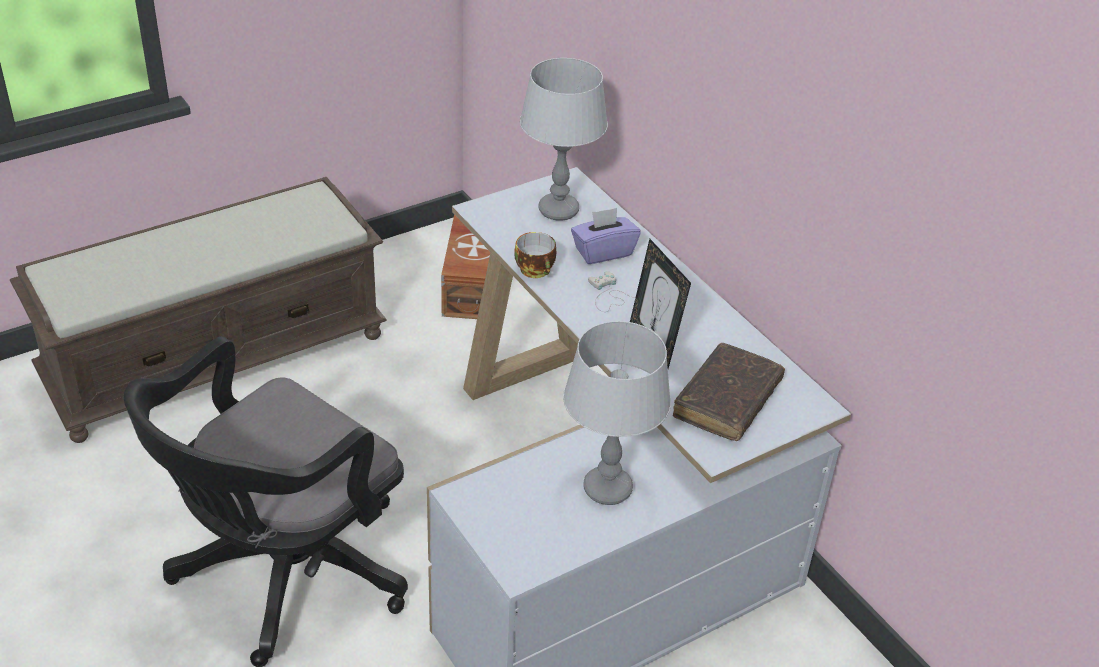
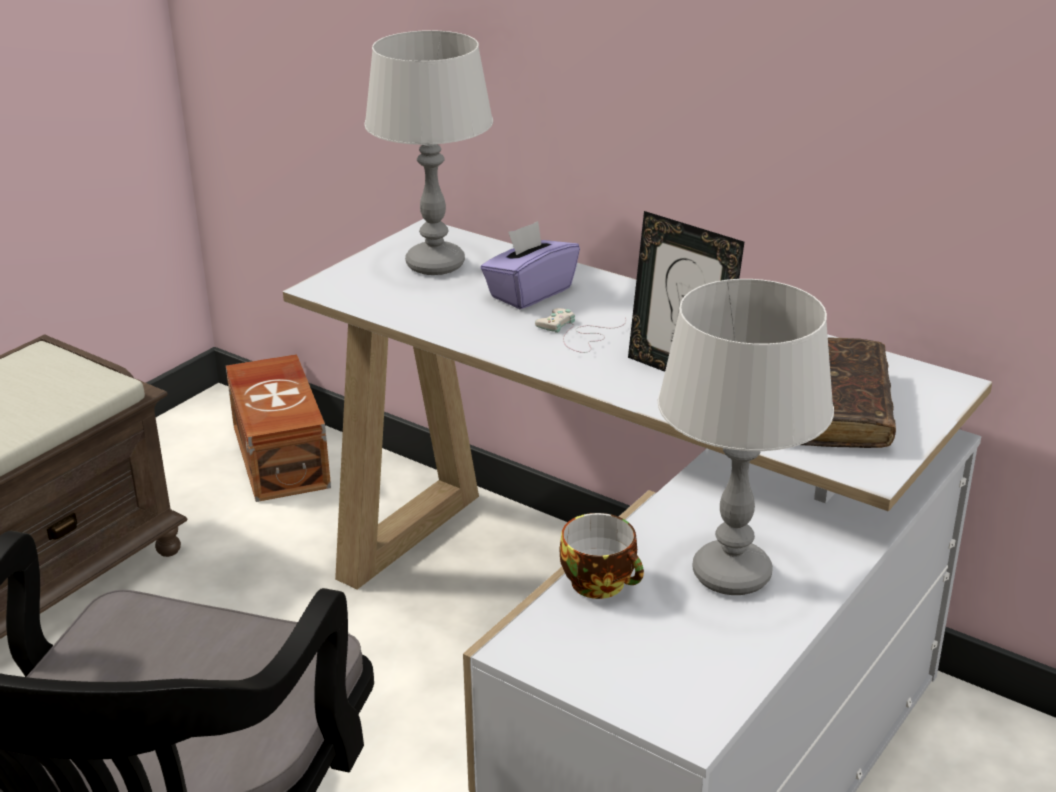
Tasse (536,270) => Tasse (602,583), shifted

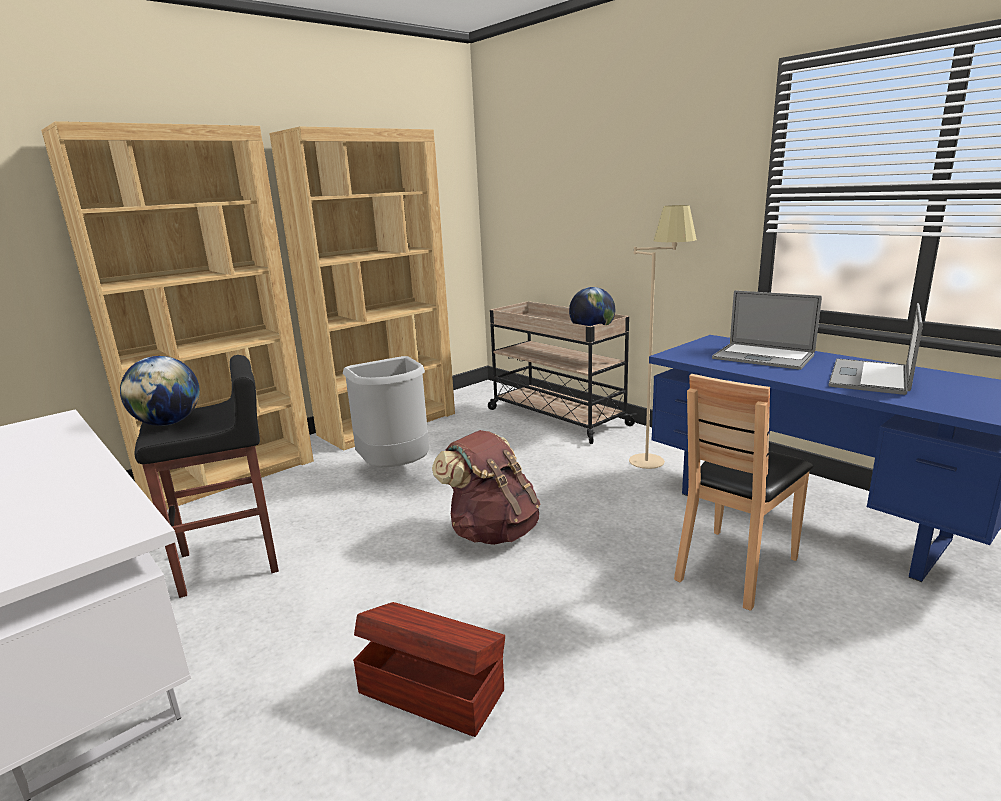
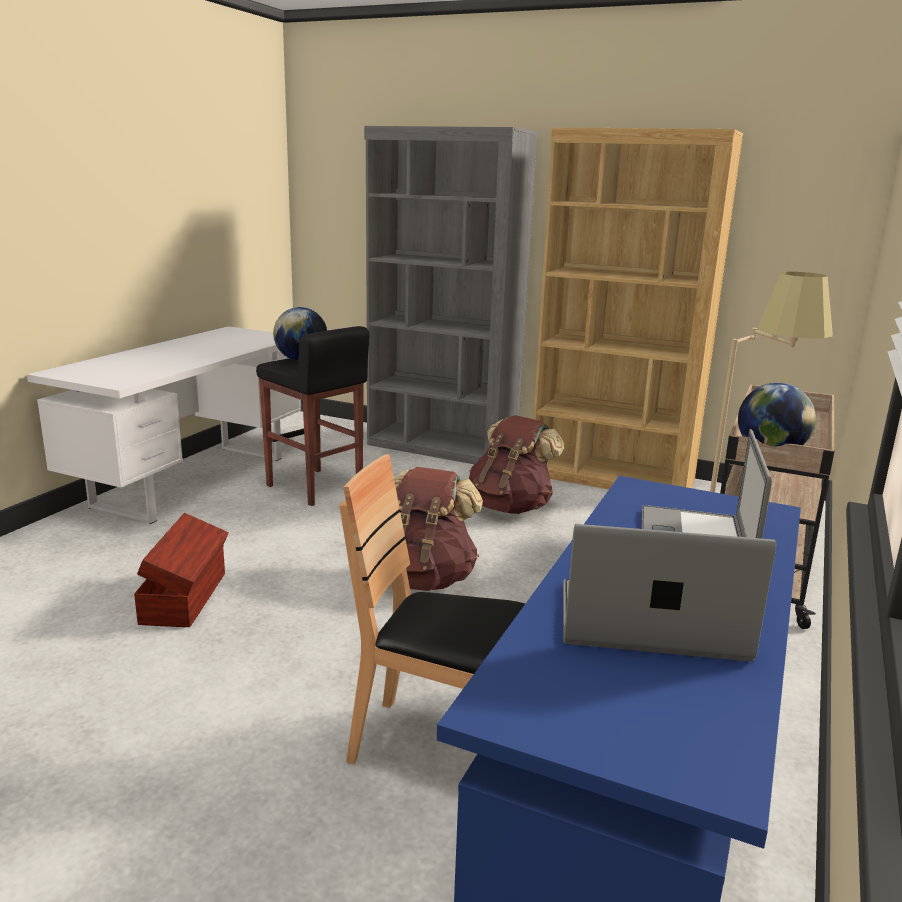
Bücherregal (braun) (229,475) => Bücherregal (grau) (442,448)
Mülleimer (grau) (396,470) => Rucksack (braun) (511,507)

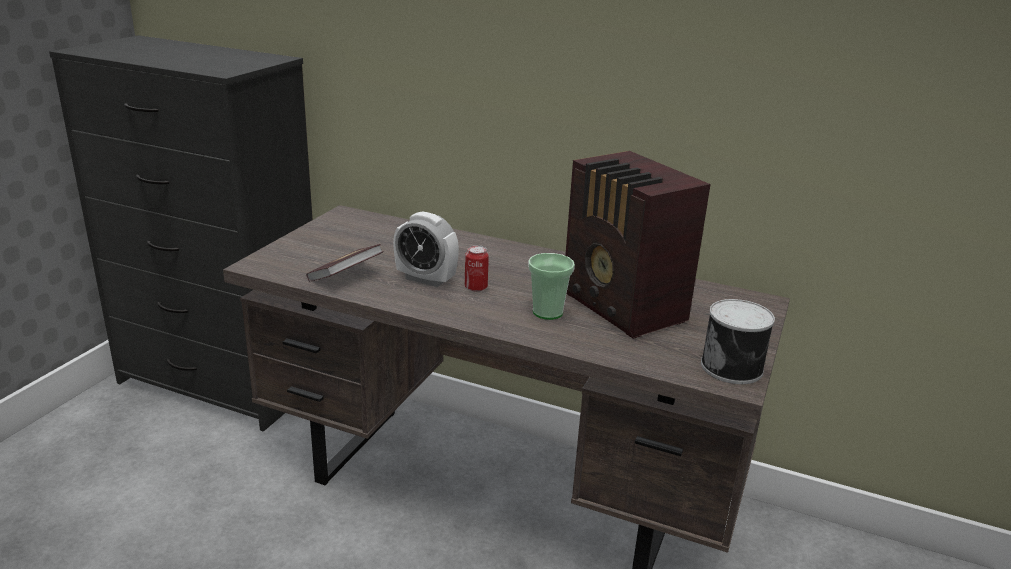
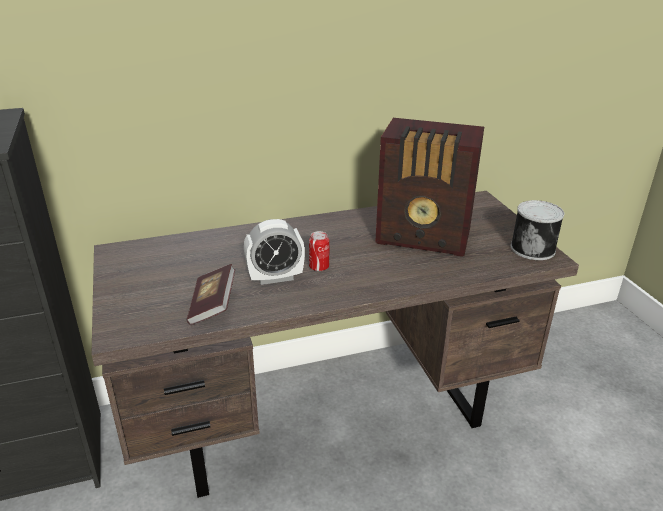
Tasse (547,312) => nothing

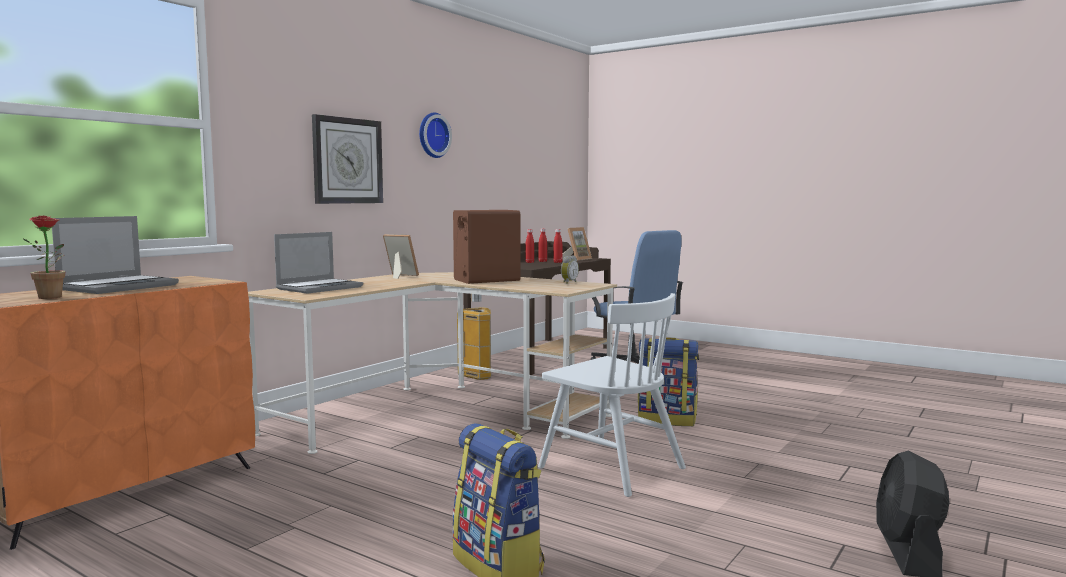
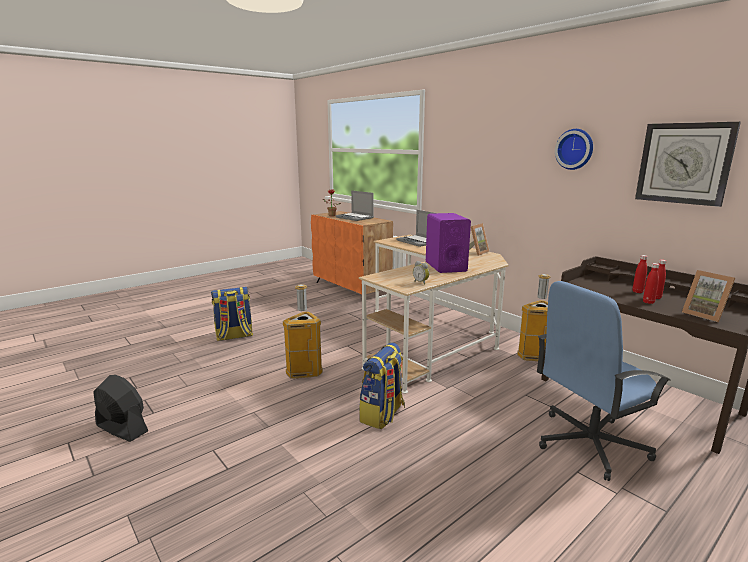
Stuhl (weiß) (611,467) => Mülleimer (304,373)
Lautsprecher (braun) (486,280) => Lautsprecher (lila) (445,266)
Wanduhr (347,161) => Wanduhr (684,163), shifted

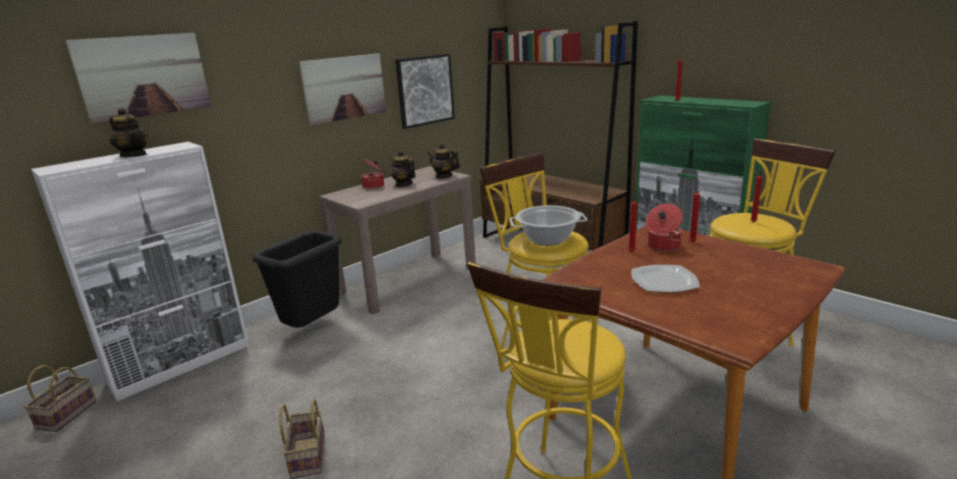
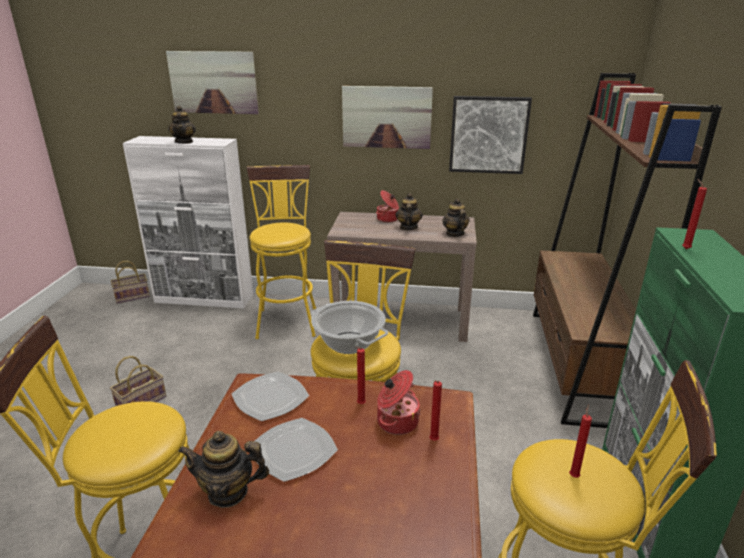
nothing => Teekanne (228,492)
nothing => Teller (270,398)
Mülleimer (schwarz) (313,328) => Hocker (gelb) (287,319)

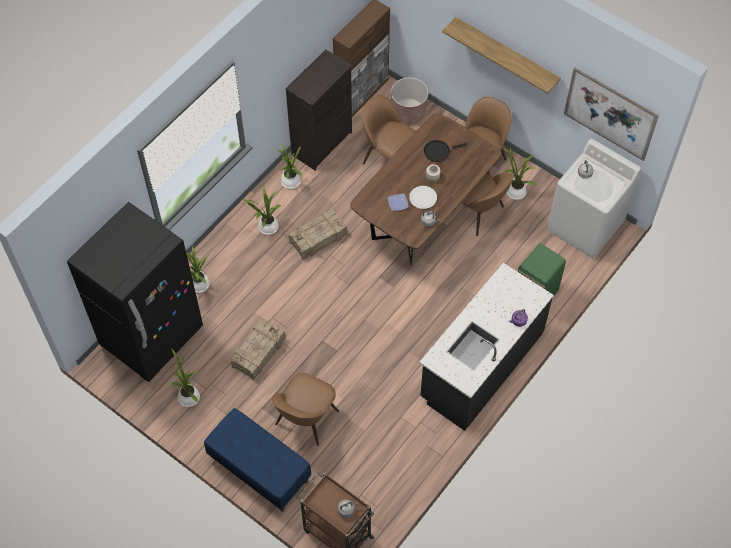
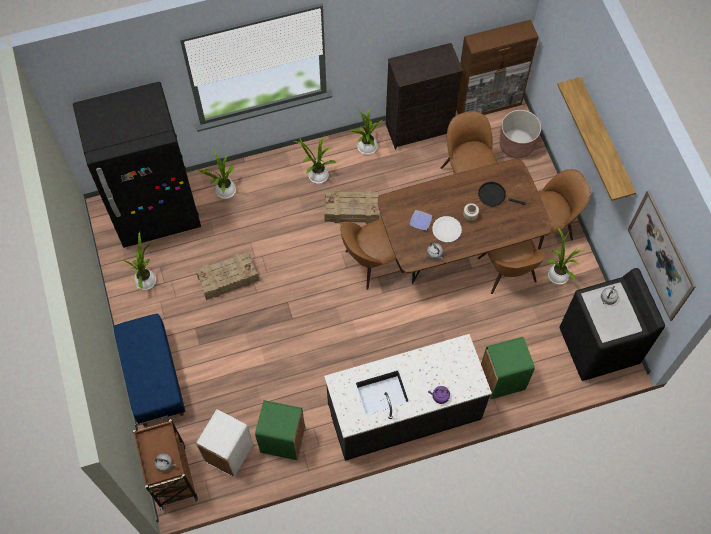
nothing => Mülleimer (weiß) (228,453)
nothing => Mülleimer (grün) (283,441)
Stuhl (braun) (305,420) => Stuhl (braun) (371,263), shifted
Waschmaschine (weiß) (585,226) => Waschmaschine (schwarz) (598,346)

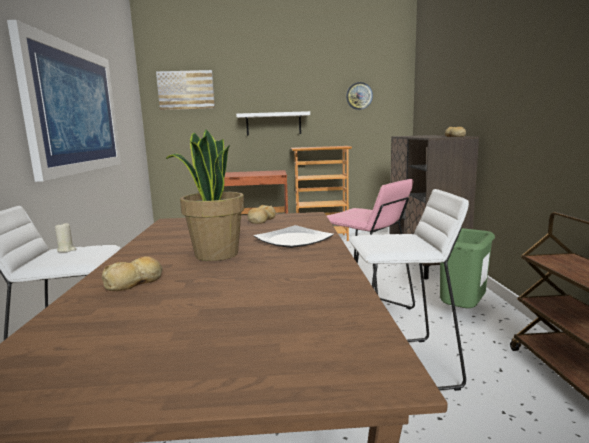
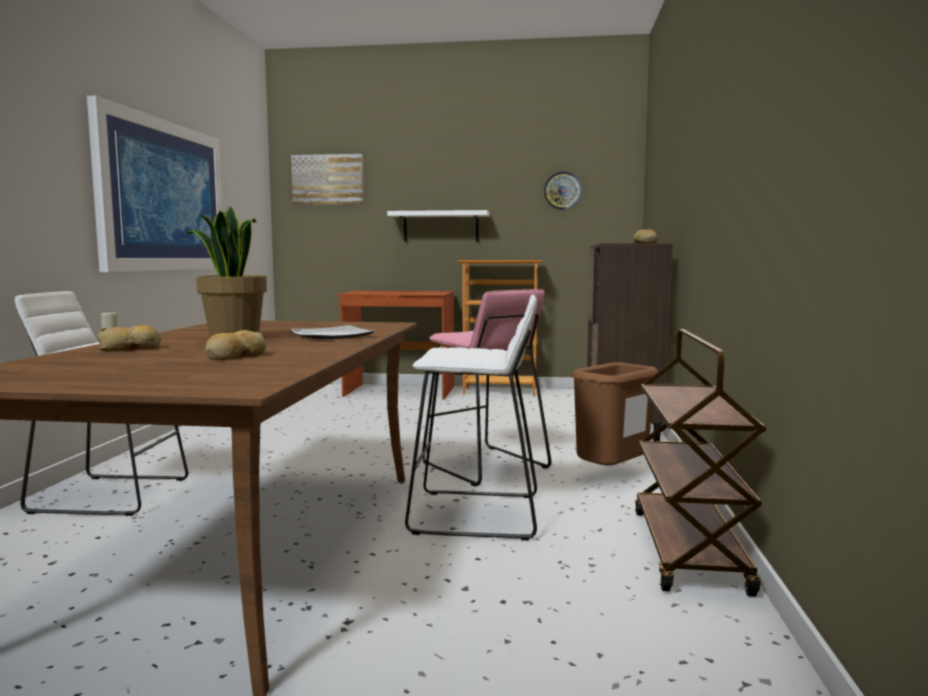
Brot (261,220) => Brot (235,356), shifted
Mülleimer (grün) (462,313) => Mülleimer (braun) (612,477)

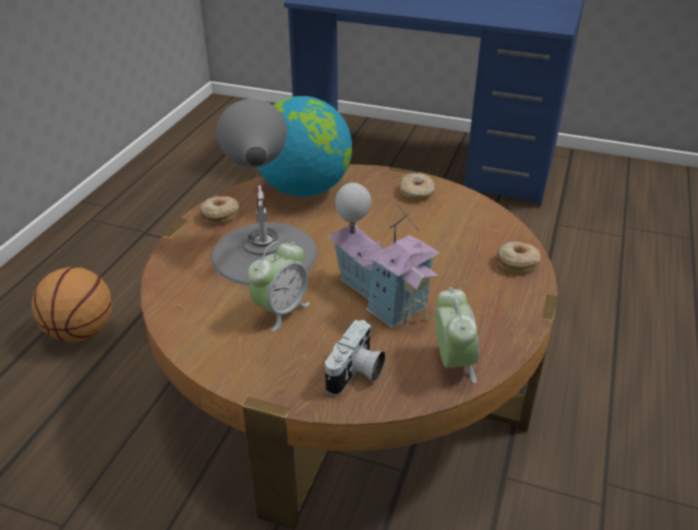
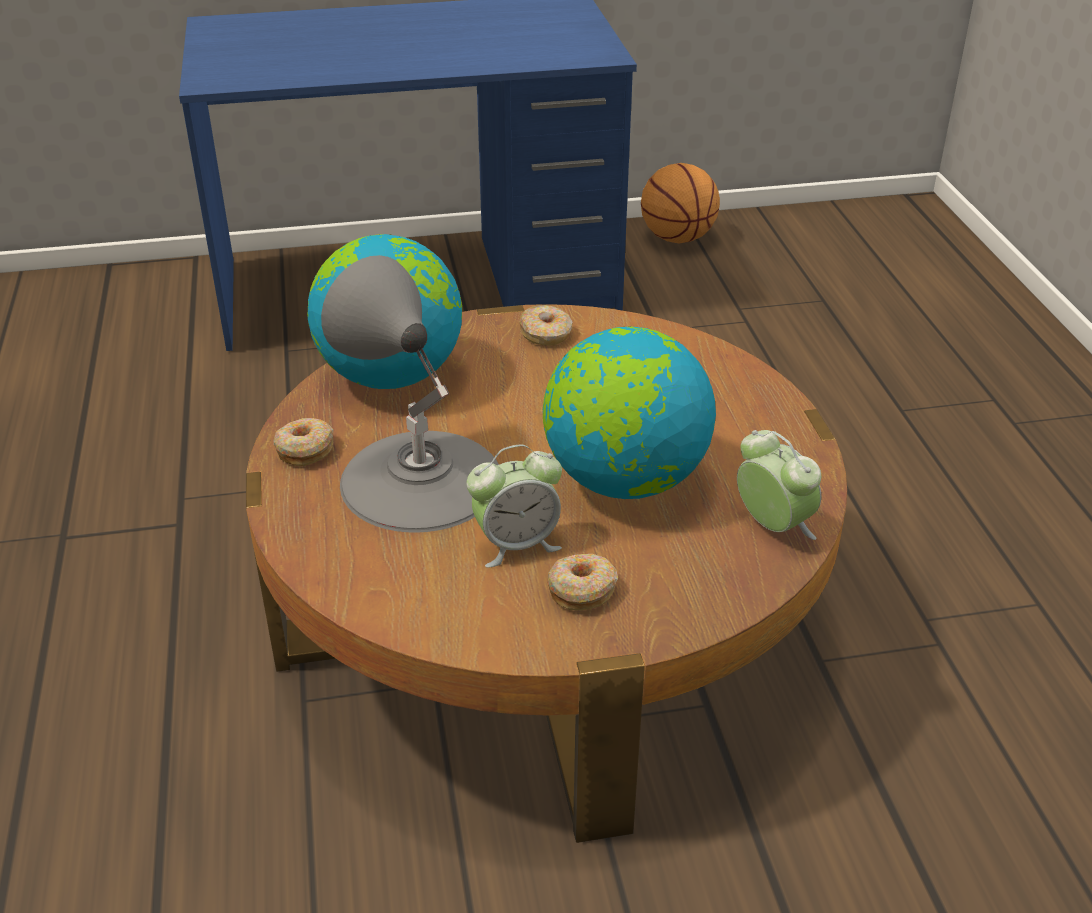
Wecker (281,310) => Wecker (516,544), 60 degrees clockwise
Spielzeughaus (382,296) => Globus (624,480)
Donut (517,262) => Donut (581,590), shifted
Basketball (81,332) => Basketball (678,238), shifted
Kamera (356,374) => nothing

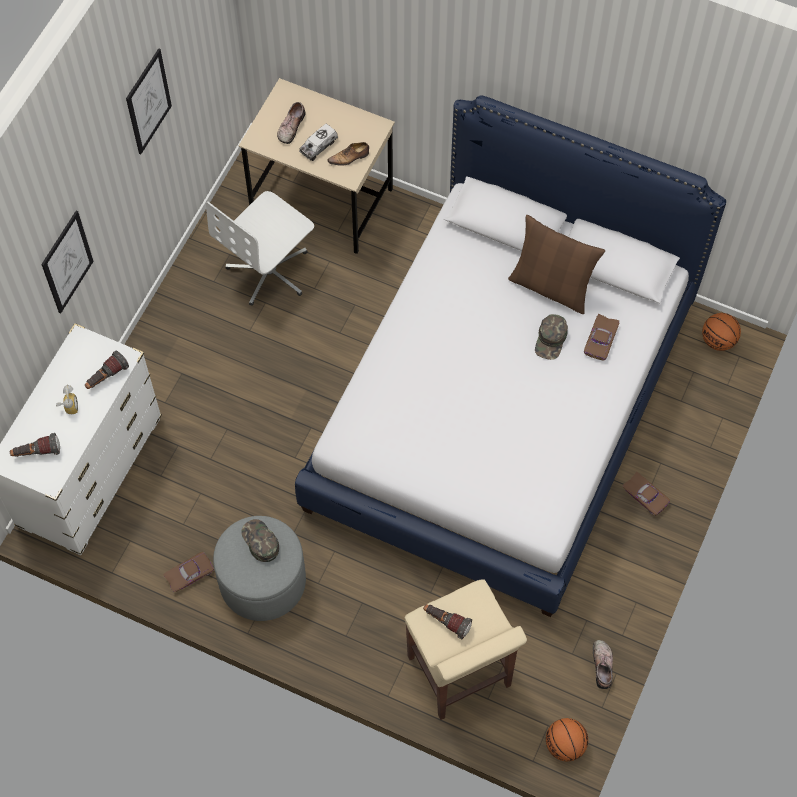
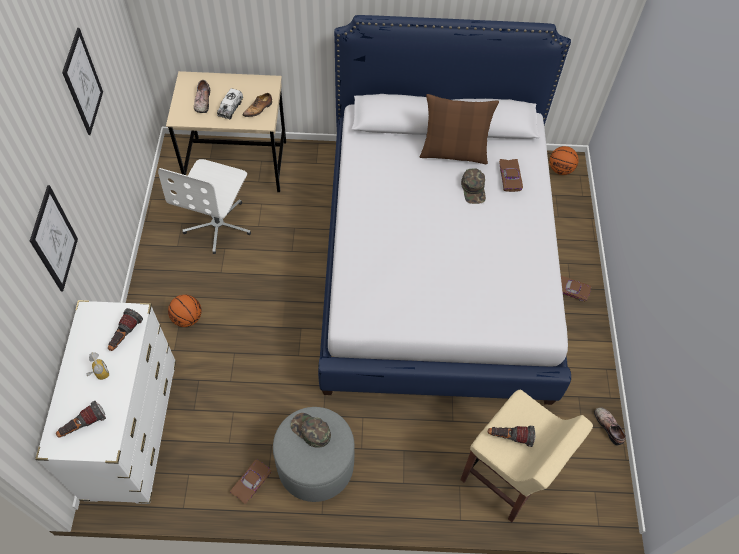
Basketball (565,745) => Basketball (187,318), shifted

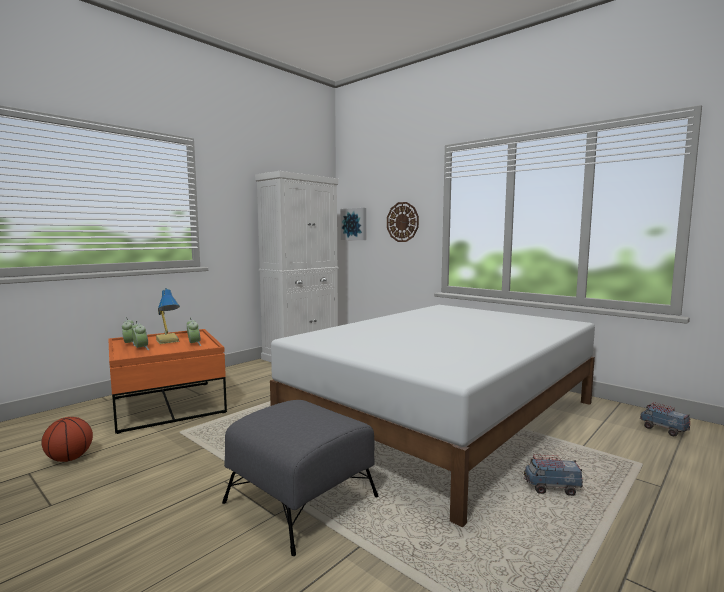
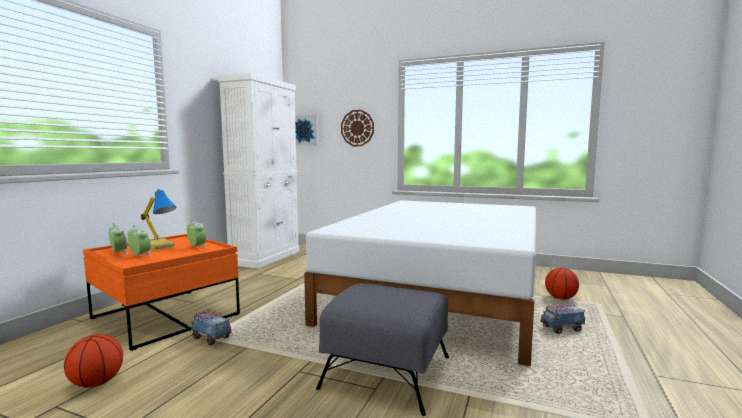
Spielzeuglaster (663,430) => Spielzeuglaster (211,338), shifted
nothing => Basketball (560,298)

